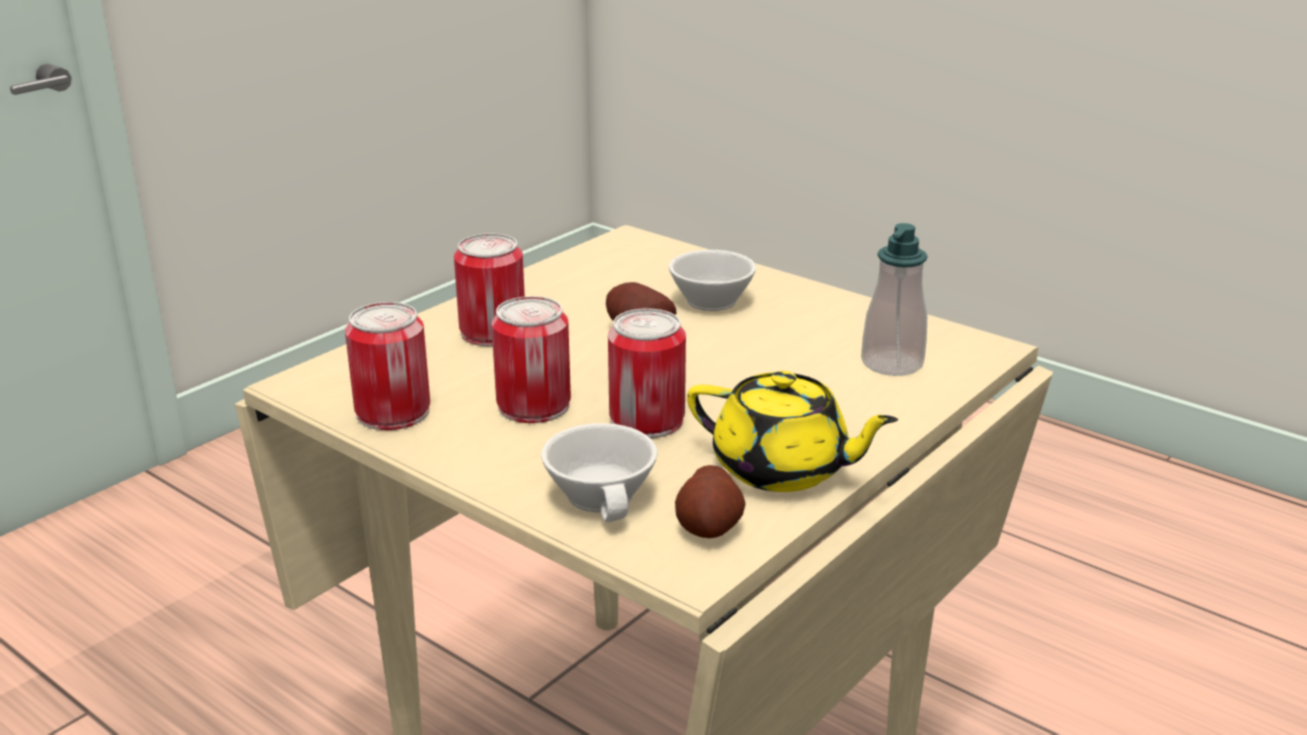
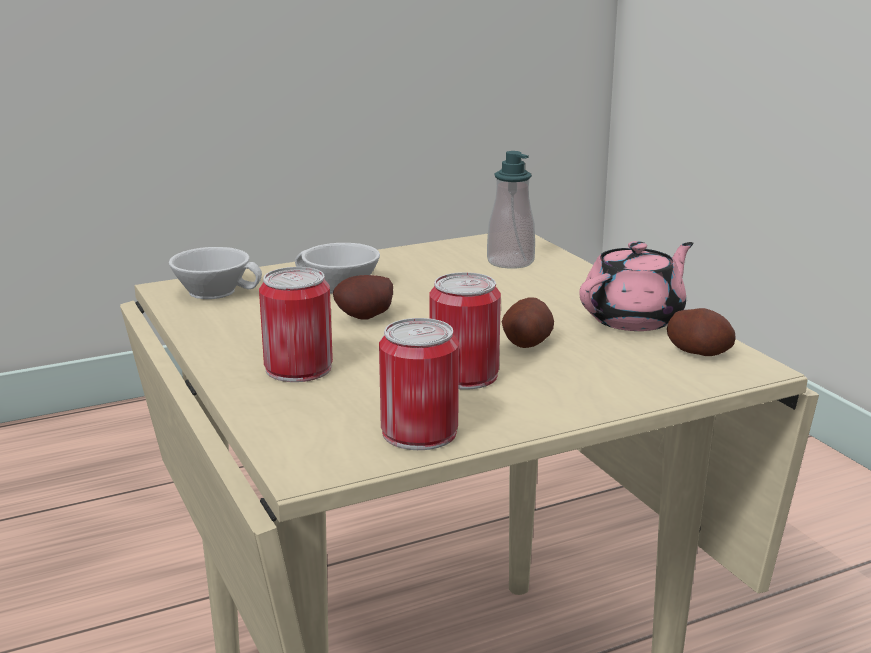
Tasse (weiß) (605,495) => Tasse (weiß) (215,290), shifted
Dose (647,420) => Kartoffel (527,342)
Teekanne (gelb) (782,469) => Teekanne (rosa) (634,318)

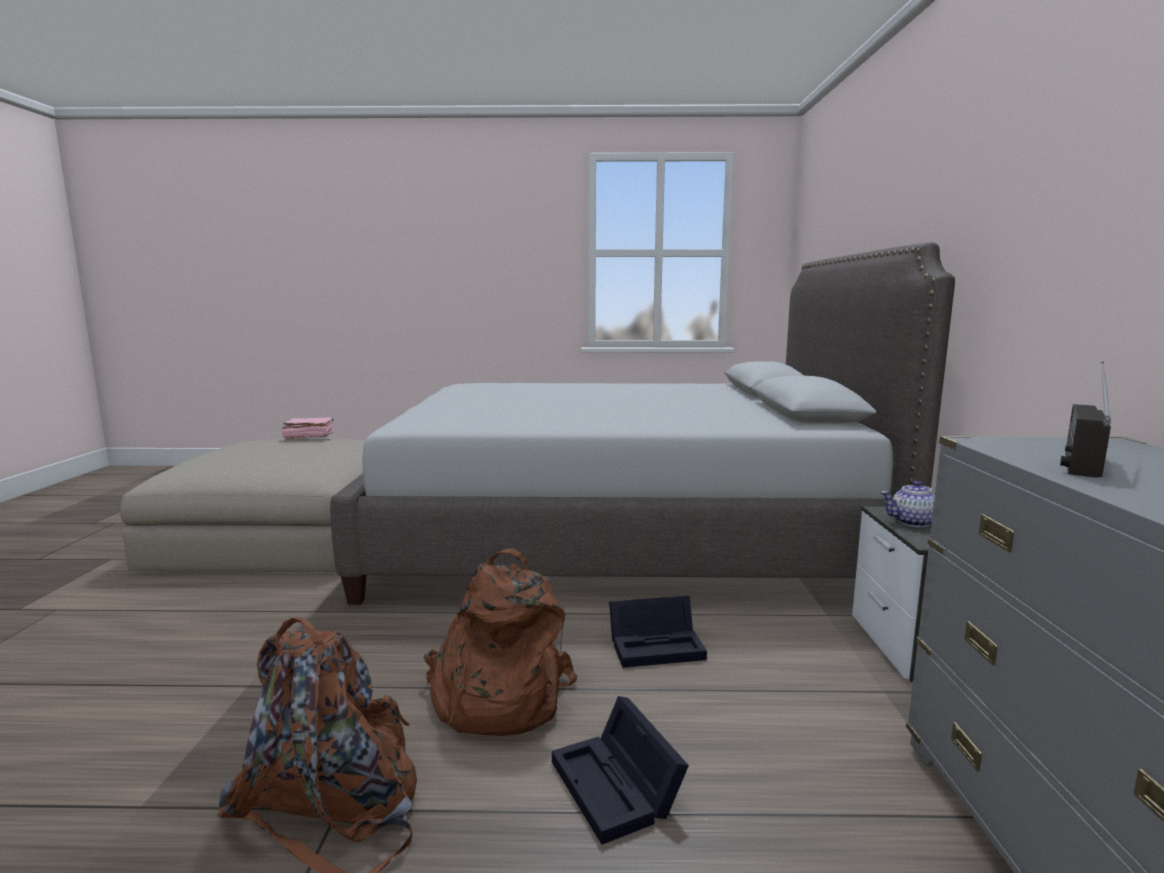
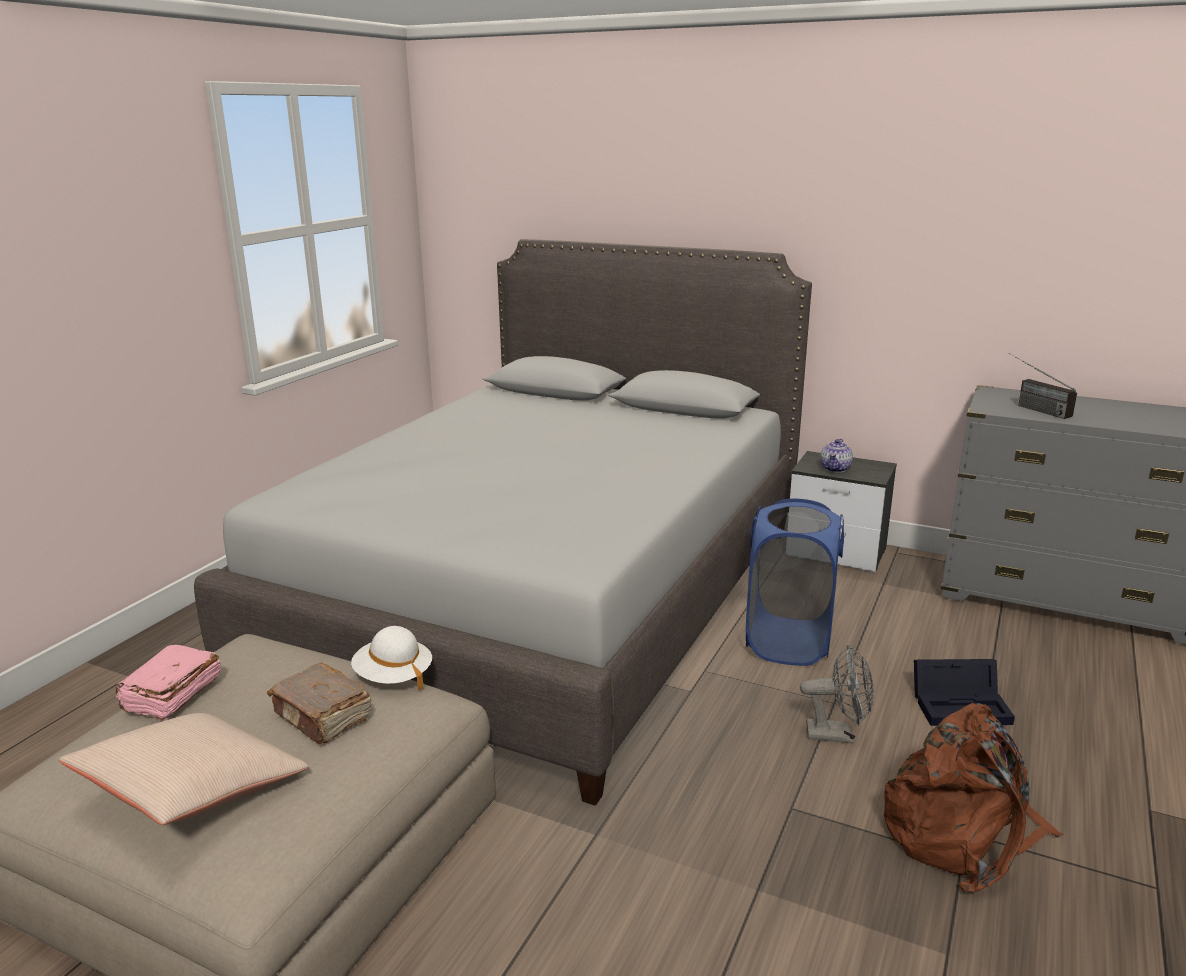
nothing => Kissen (beige) (193,791)
nothing => Buch (braun) (322,717)
nothing => Hut (weiß) (393,676)
Aufbewahrungsbox (schwarz) (658,645) => Wäschekorb (blau) (788,641)
Rucksack (braun) (496,697) => Ventilator (grau) (837,734)

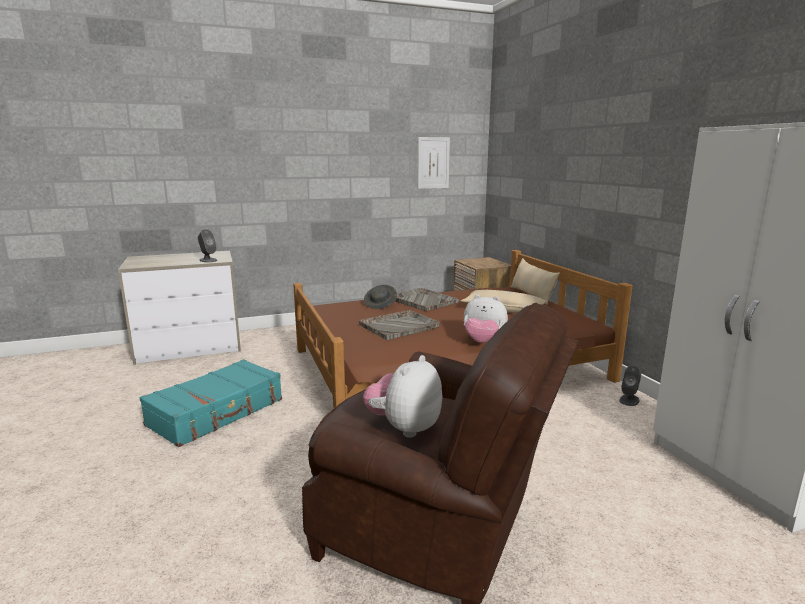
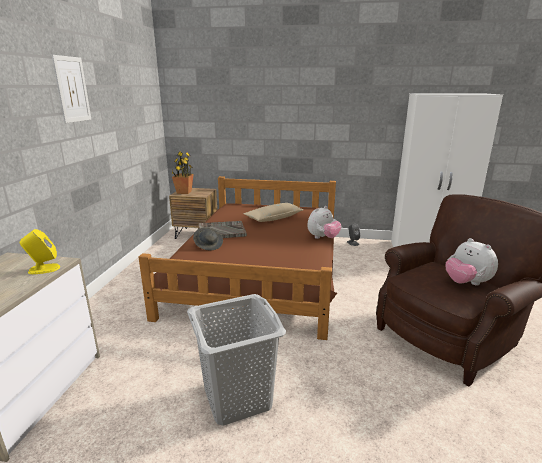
Lautsprecher (grau) (208,260) => Lautsprecher (gelb) (43,269)
Bild (433,163) => Bild (72,89), shifted
nothing => Topfpflanze (184,192)
Koffer (türkis) (217,412) => Wäschekorb (grau) (237,397)
Tablett (grau) (400,326) => nothing
Kissen (beige) (532,295) => nothing

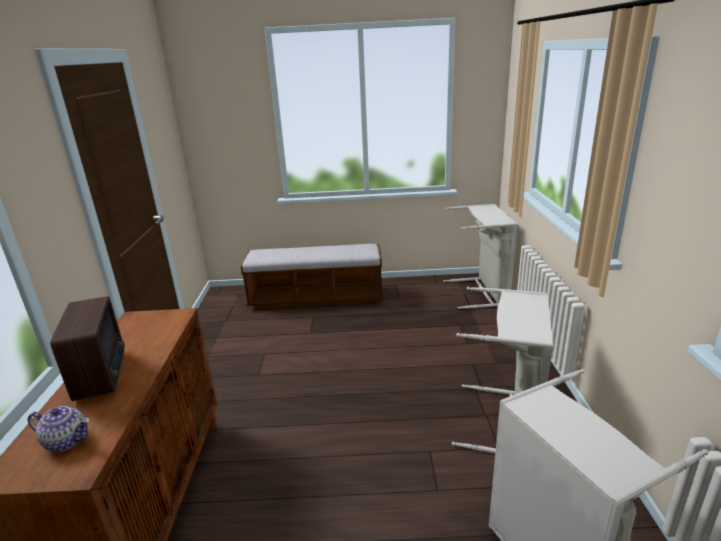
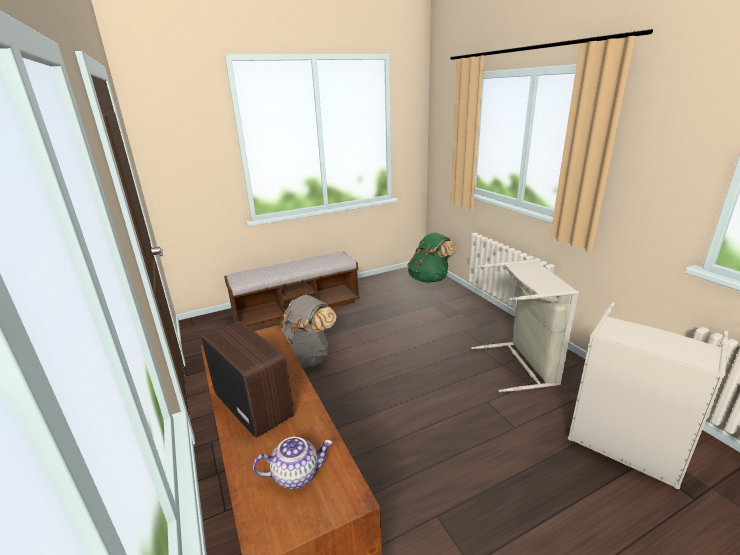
nothing => Rucksack (grau) (305,358)
Wäschekorb (grau) (482,293) => Rucksack (grün) (429,279)

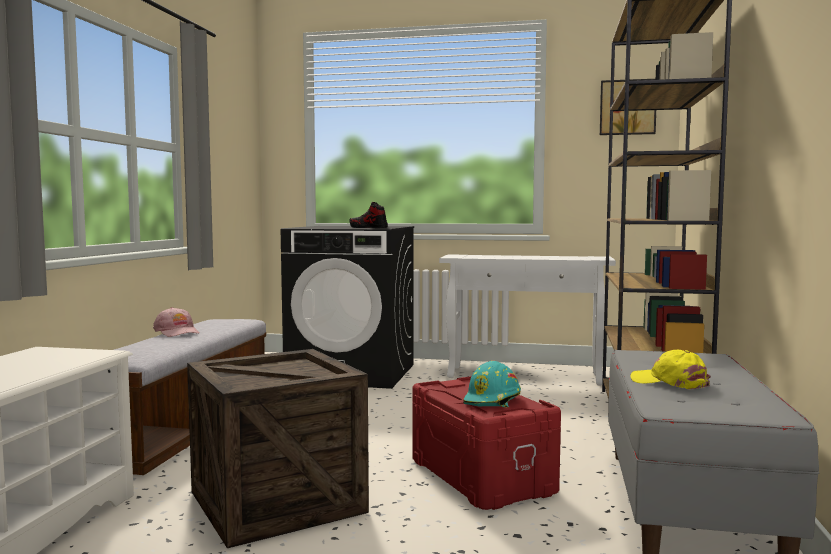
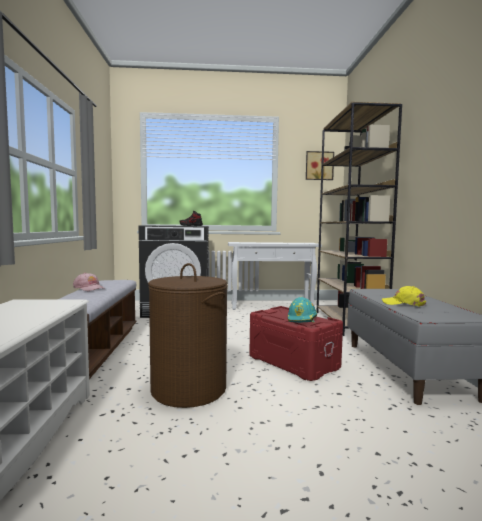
Kiste (277,502) => Wäschekorb (braun) (188,389)

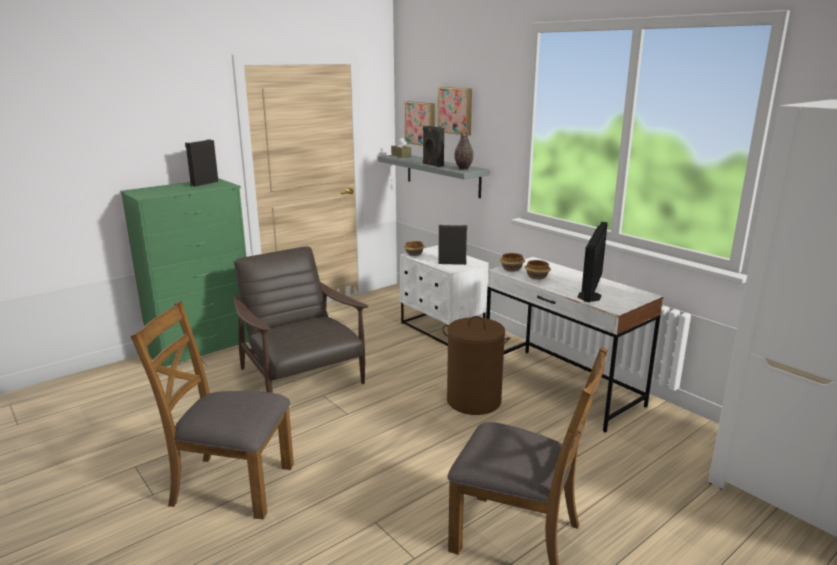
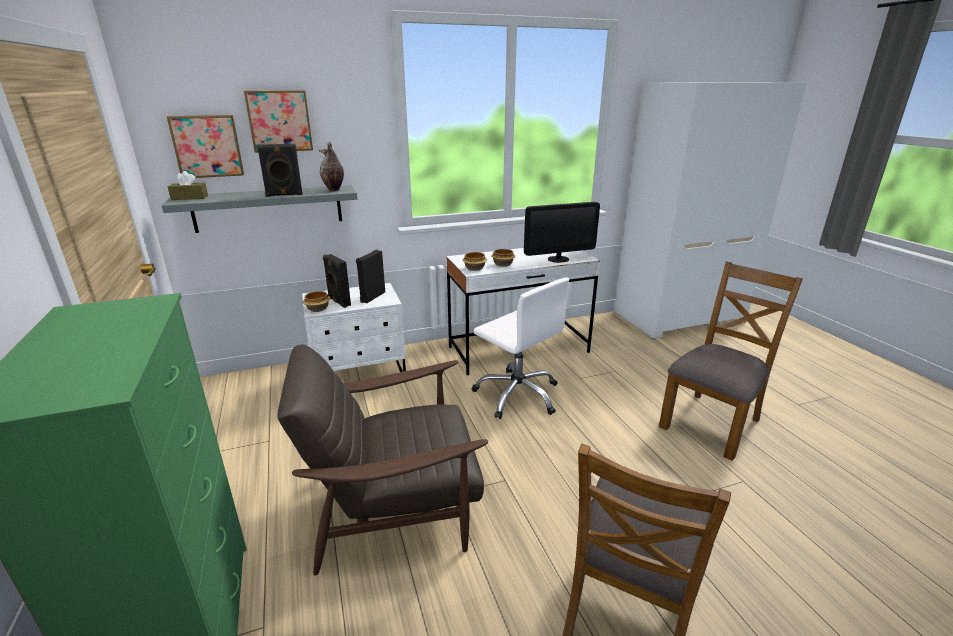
Lautsprecher (schwarz) (204,183) => Lautsprecher (schwarz) (338,302), shifted
Wäschekorb (braun) (473,401) => Bürostuhl (weiß) (517,394)
Monitor (589,296) => Monitor (558,259), 120 degrees clockwise

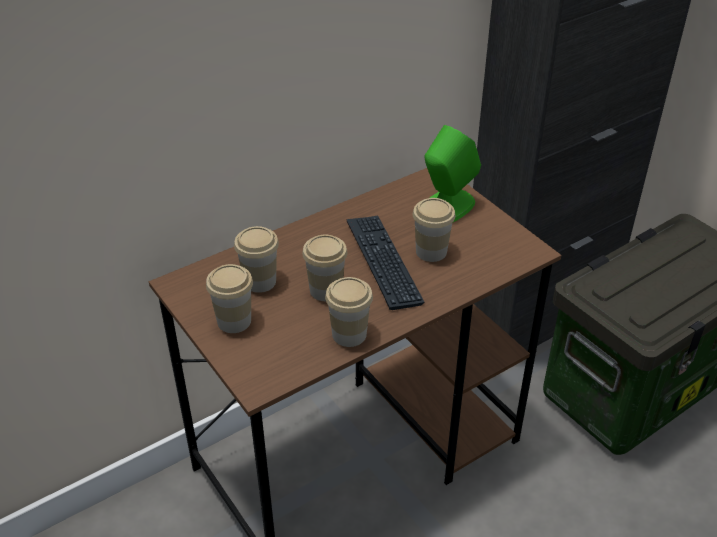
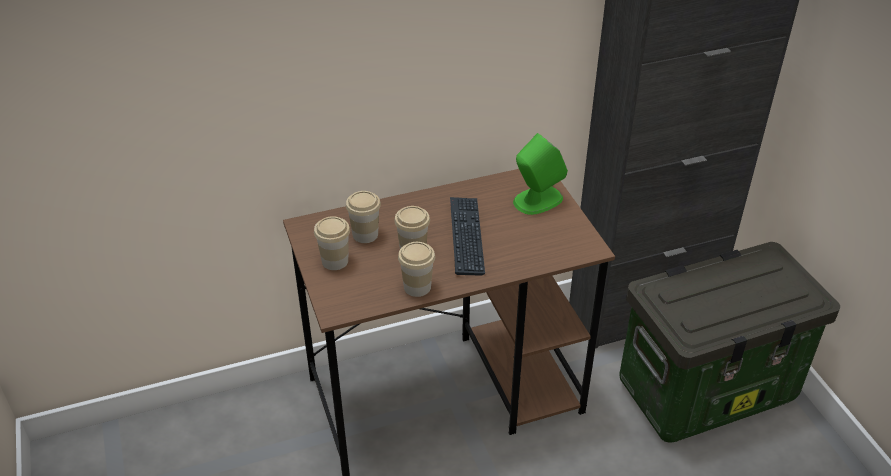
Tasse (431,251) => nothing

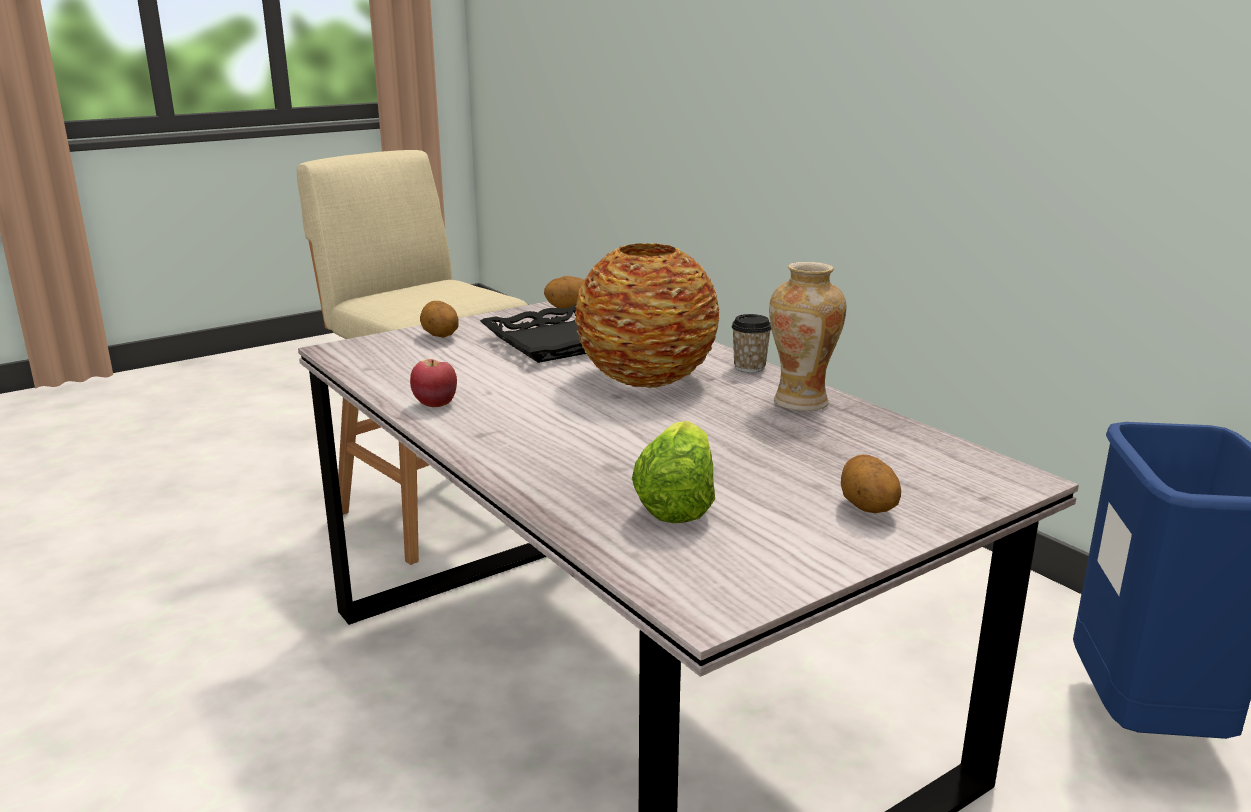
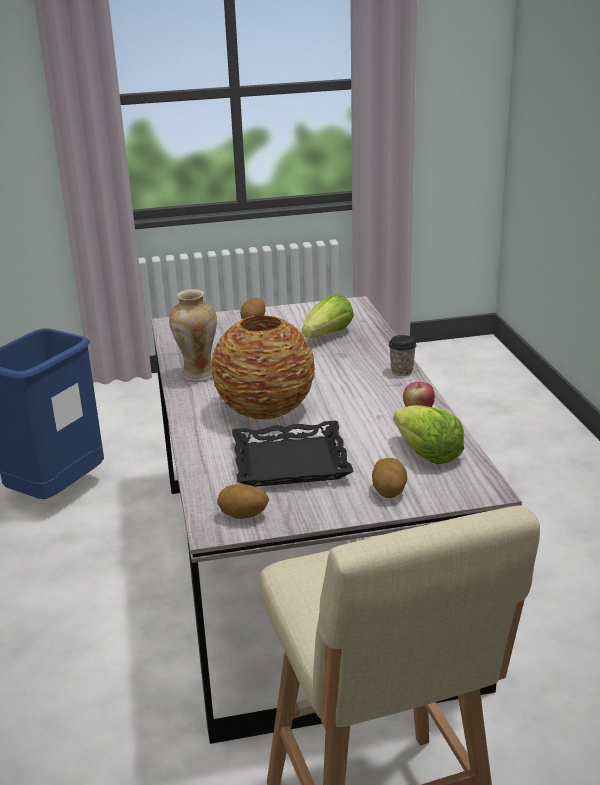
Tasse (749,367) => Tasse (402,371), shifted
nothing => Salatkopf (427,454)

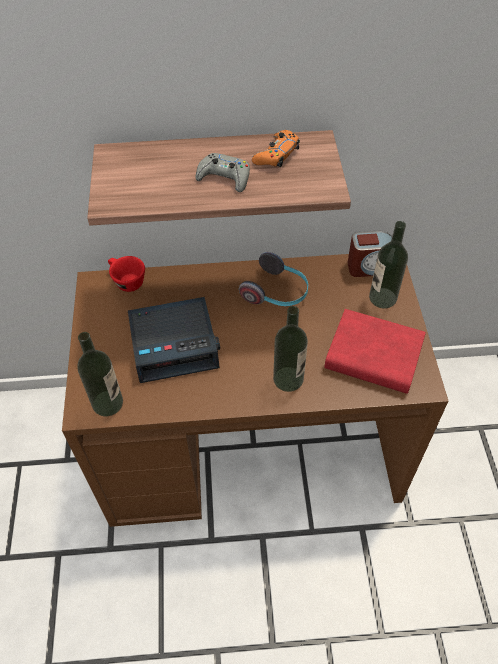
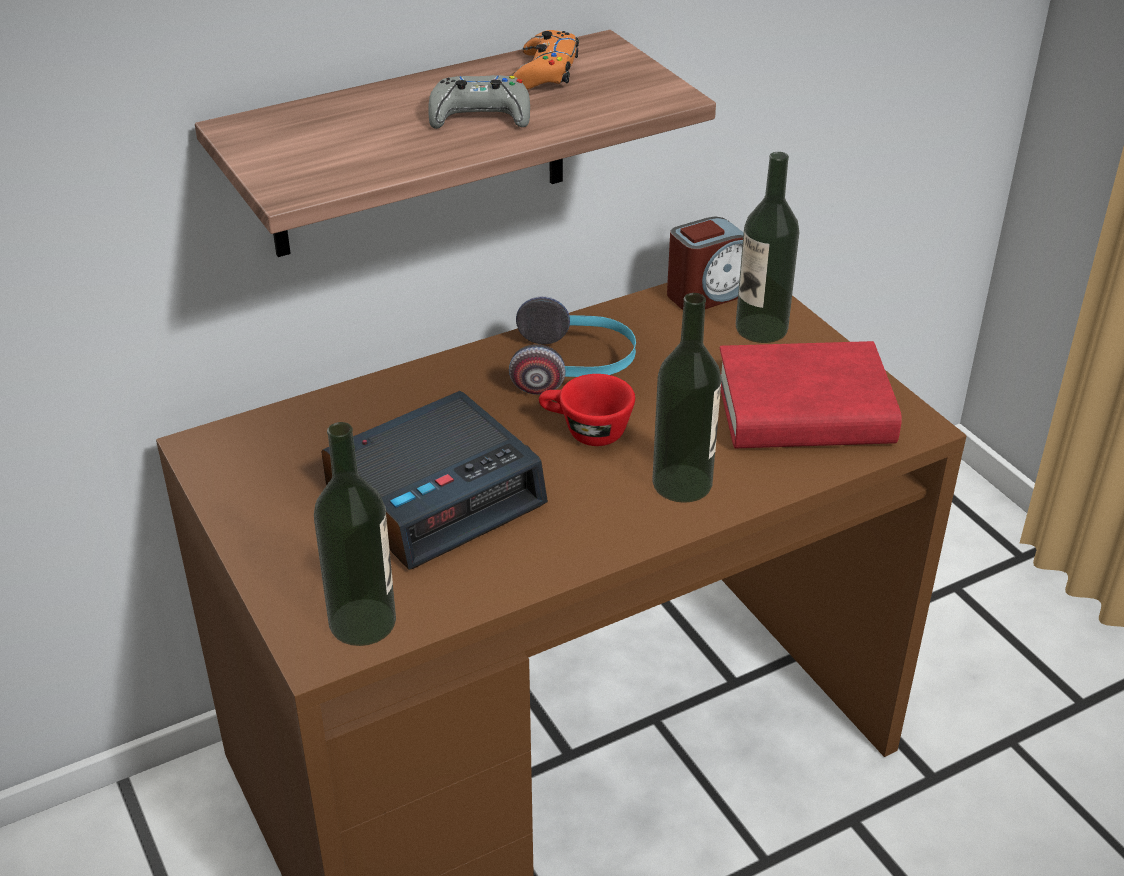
Tasse (rot) (126,281) => Tasse (rot) (585,431), shifted

